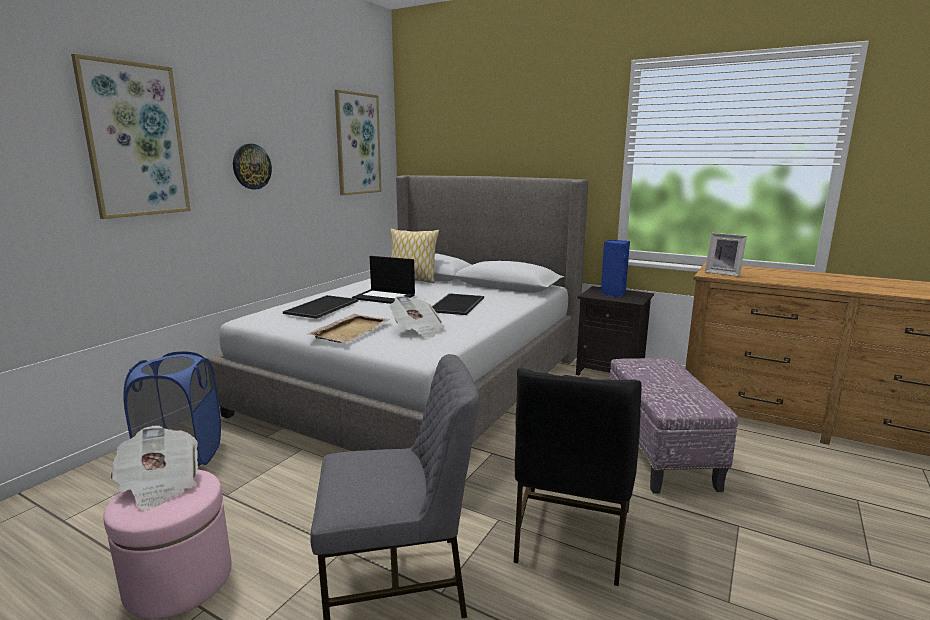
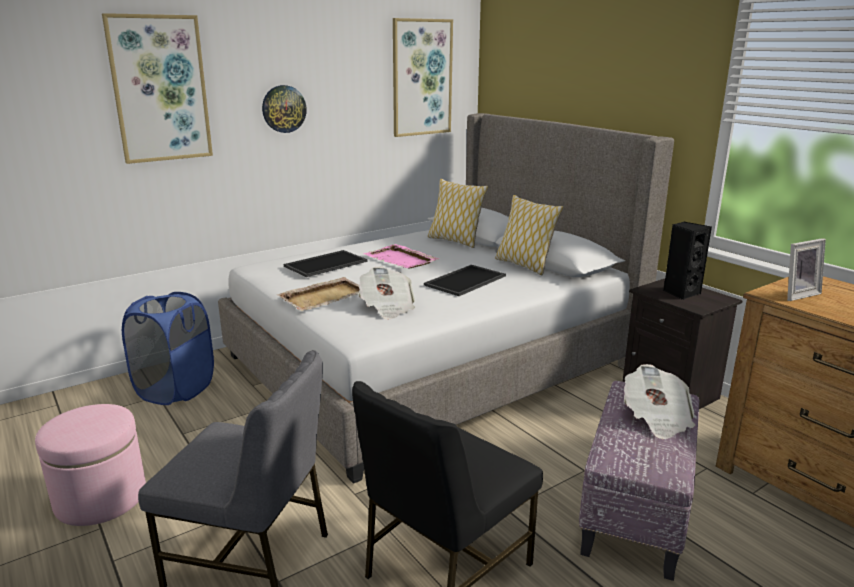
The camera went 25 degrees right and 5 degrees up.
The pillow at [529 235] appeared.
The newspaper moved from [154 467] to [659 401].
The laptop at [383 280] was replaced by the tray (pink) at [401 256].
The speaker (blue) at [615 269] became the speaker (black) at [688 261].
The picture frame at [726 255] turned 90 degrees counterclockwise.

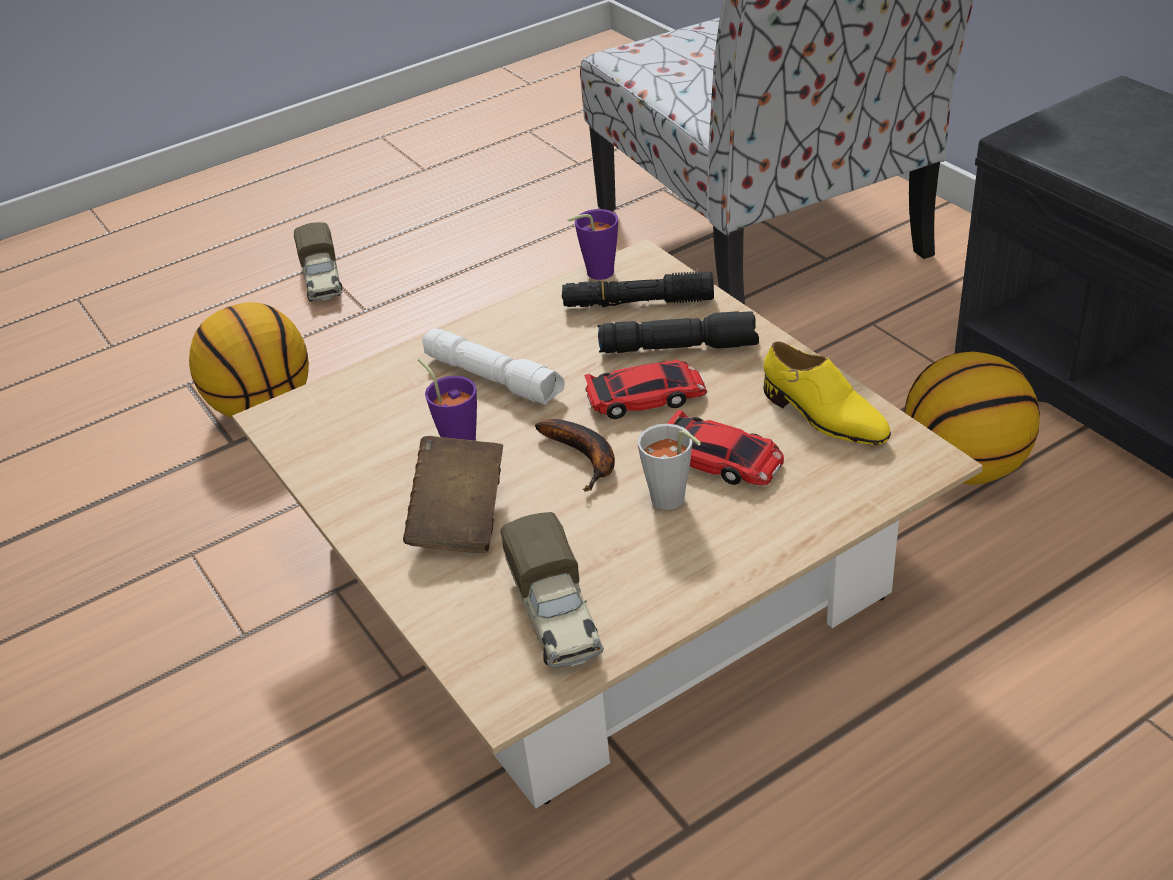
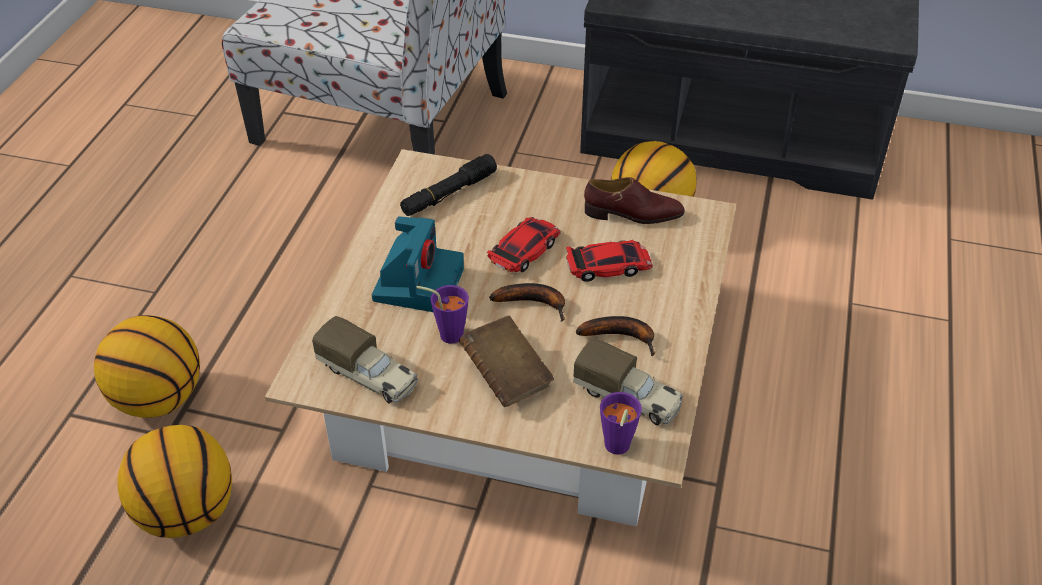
The camera went 45 degrees left and 5 degrees up.
The flashlight (black) at [678 332] disappeared.
The cup (grey) at [669 467] disappeared.
The basketball at [174 481] appeared.
The banana at [616 336] appeared.
The toy truck moved from [318 261] to [365 360].
The cup (purple) moved from [593 244] to [621 423].
The flashlight (white) at [493 366] was replaced by the photo camera at [418 264].
The shoe (yellow) at [827 393] became the shoe (brown) at [634 200].

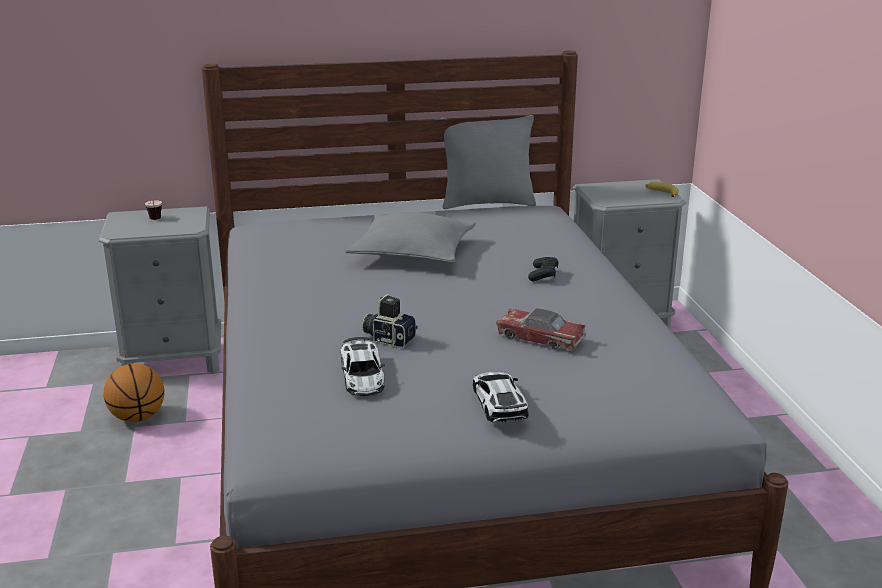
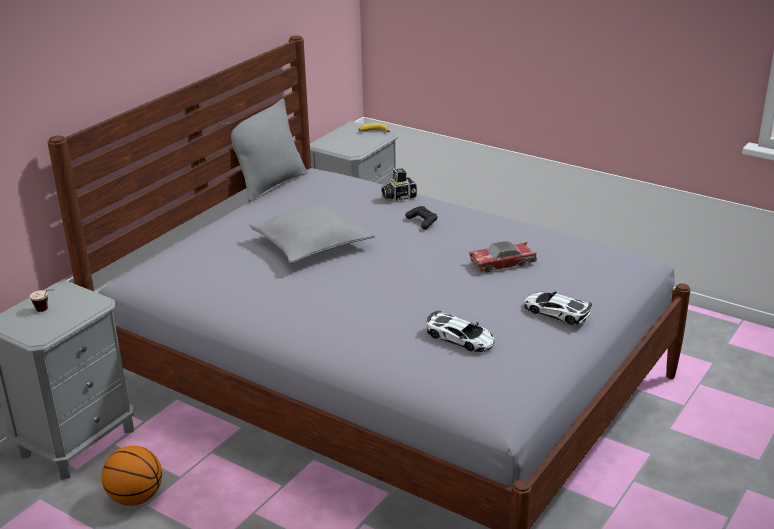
The camera went 45 degrees left and 5 degrees up.
The photo camera moved from [390 321] to [399 185].

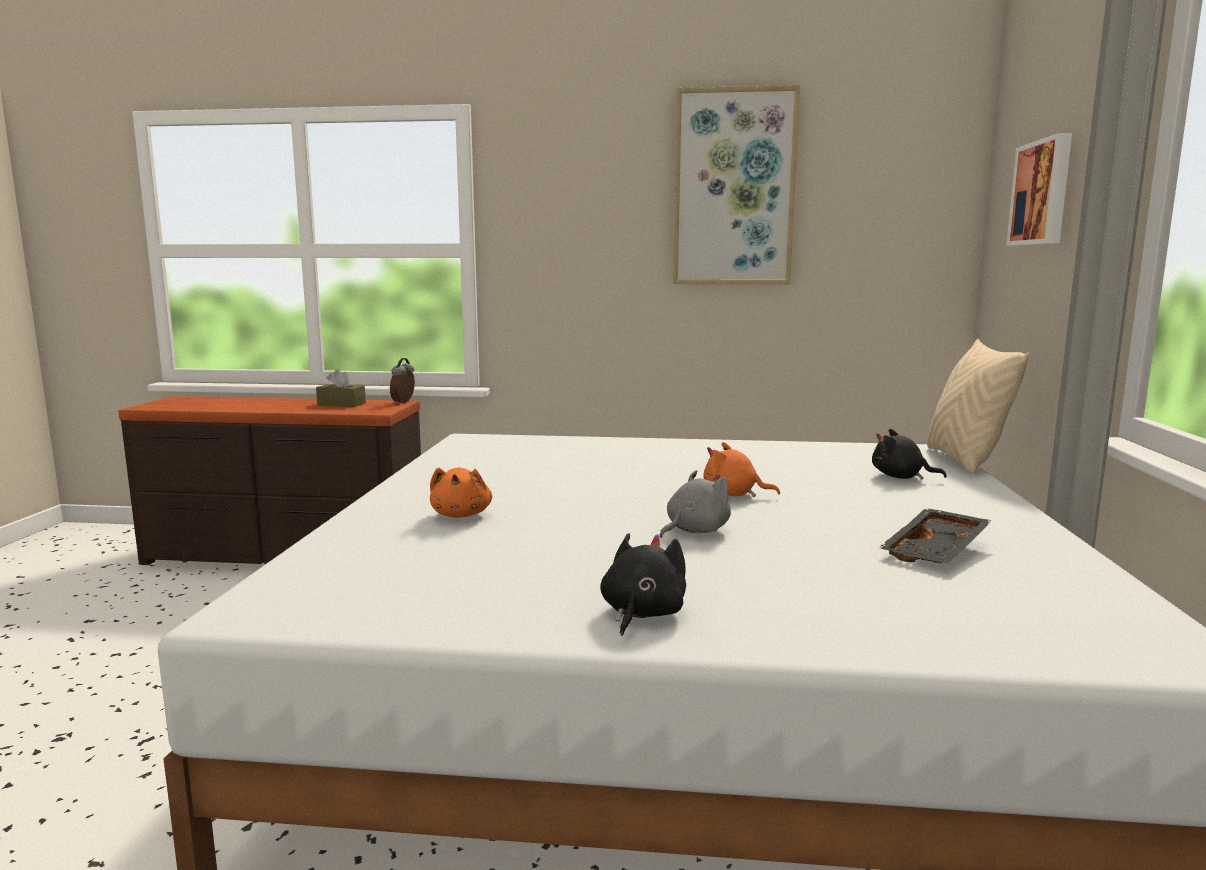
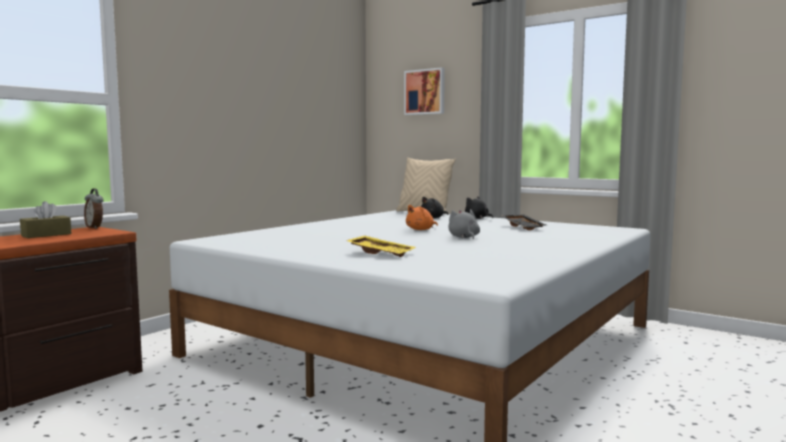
The camera went 60 degrees left and 5 degrees down.
The picture at [736 184] disappeared.
The plush toy (black) moved from [643 584] to [479 208].
The plush toy (orange) at [461 492] was replaced by the tray (yellow) at [381 246].

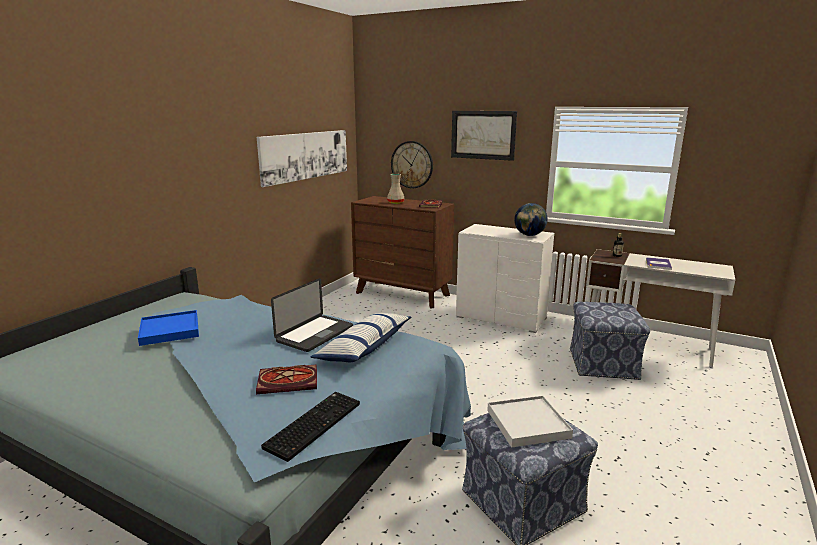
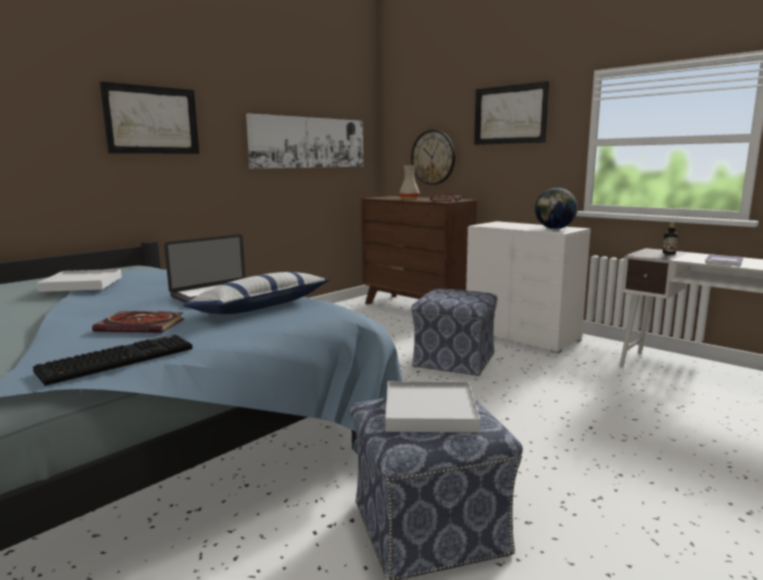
The camera went 15 degrees right and 5 degrees down.
The picture at [149 117] appeared.
The ottoman moved from [610 341] to [454 332].
The tray (blue) at [168 328] became the tray (white) at [79 280].

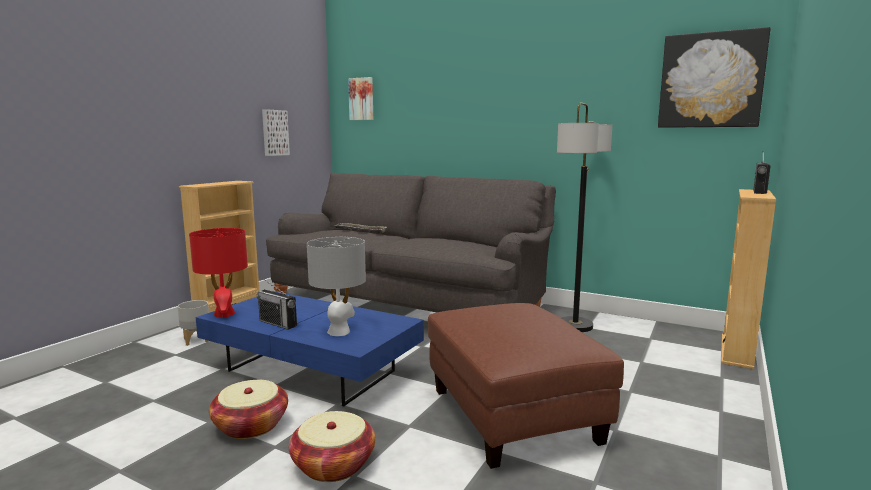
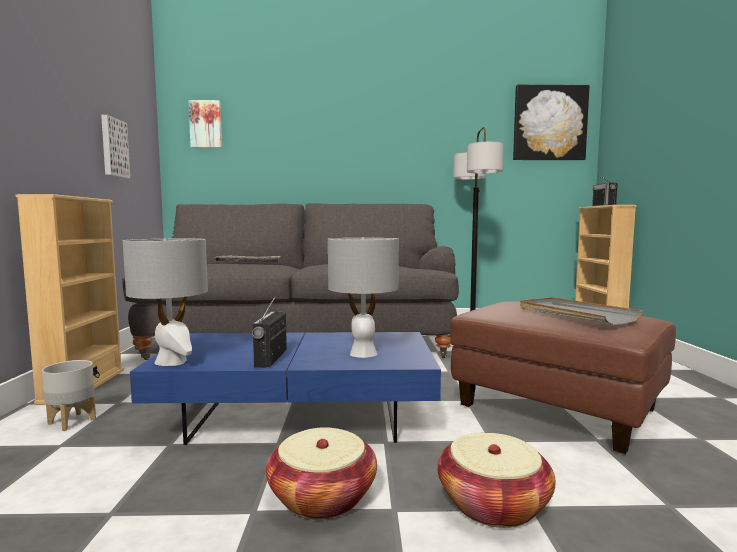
The camera went 30 degrees left and 5 degrees down.
The tray (grey) at [582 311] appeared.
The table lamp (red) at [218 273] became the table lamp (grey) at [165 302].
The radio at [276 304] turned 90 degrees clockwise.

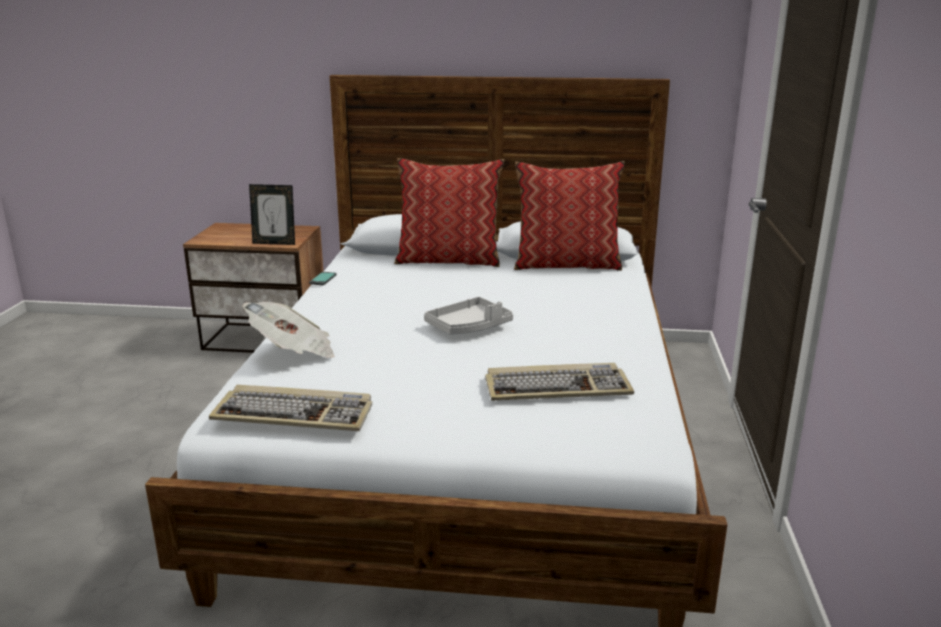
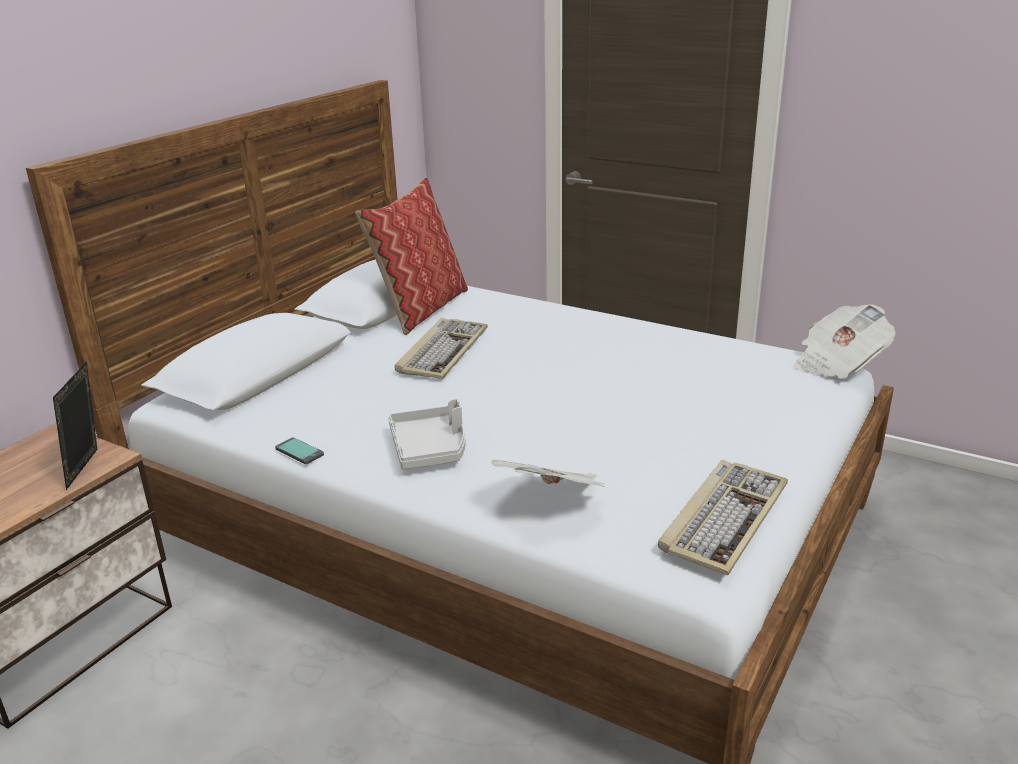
The camera went 65 degrees left and 5 degrees up.
The pillow at [449 212] disappeared.
The newspaper at [844 341] appeared.
The tray (grey) moved from [468 315] to [427 434].
The keyboard moved from [559 382] to [441 348].
The picture frame at [272 214] turned 150 degrees clockwise.

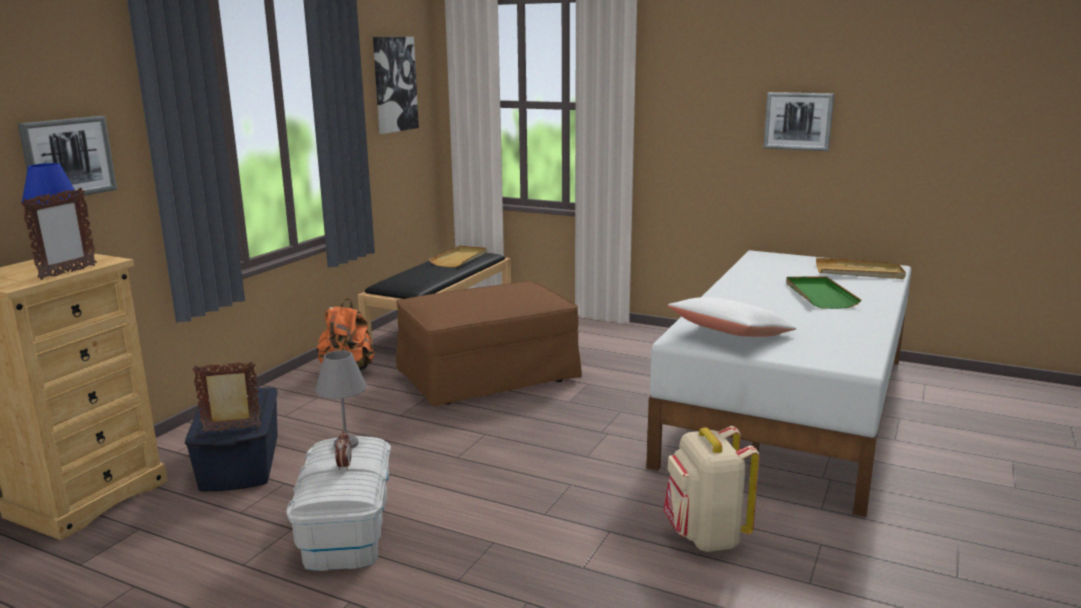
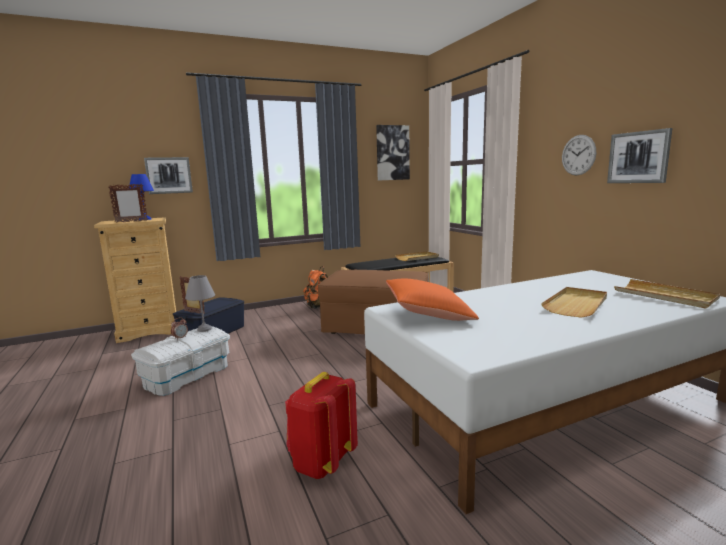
The camera went 40 degrees right and 5 degrees down.
The wall clock at [579 155] appeared.
The backpack (beige) at [711 489] became the backpack (red) at [321 425].
The pillow (white) at [732 317] became the pillow (orange) at [432 300].
The tray (green) at [823 292] became the tray (beige) at [574 302].

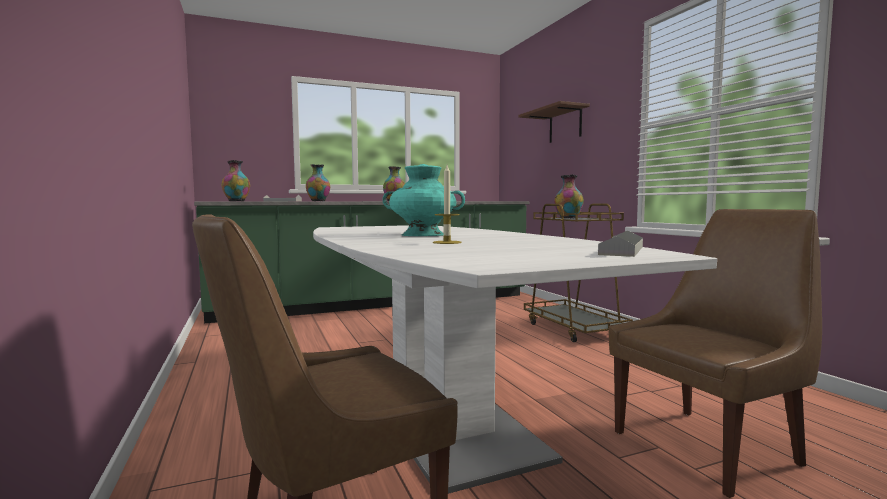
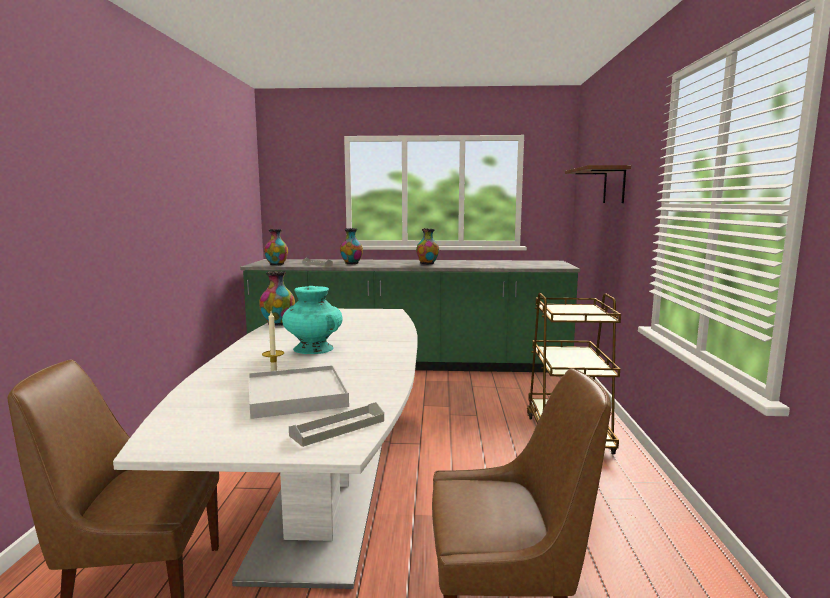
The camera went 25 degrees right and 5 degrees up.
The tray (white) at [298 392] appeared.
The vase moved from [569 196] to [277 298].

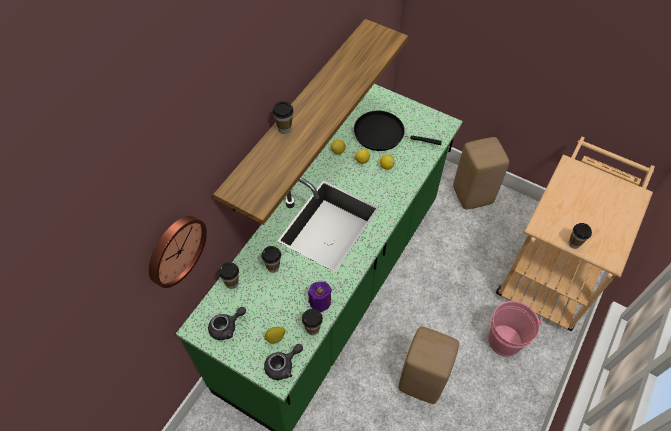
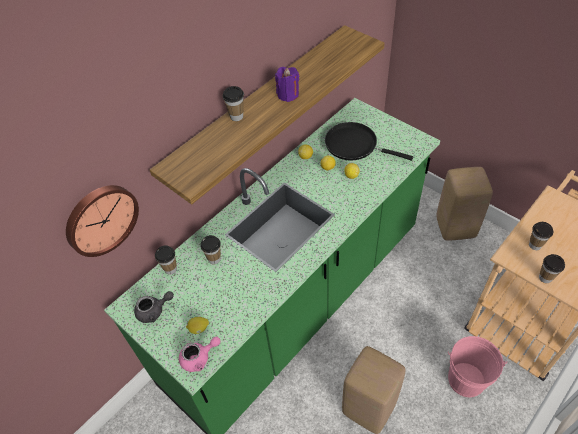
The camera went 15 degrees right and 5 degrees down.
The cup moved from [312 322] to [541 236].
The candle (purple) moved from [320 297] to [287 84].
The teapot (grey) at [283 362] became the teapot (pink) at [200 354].

